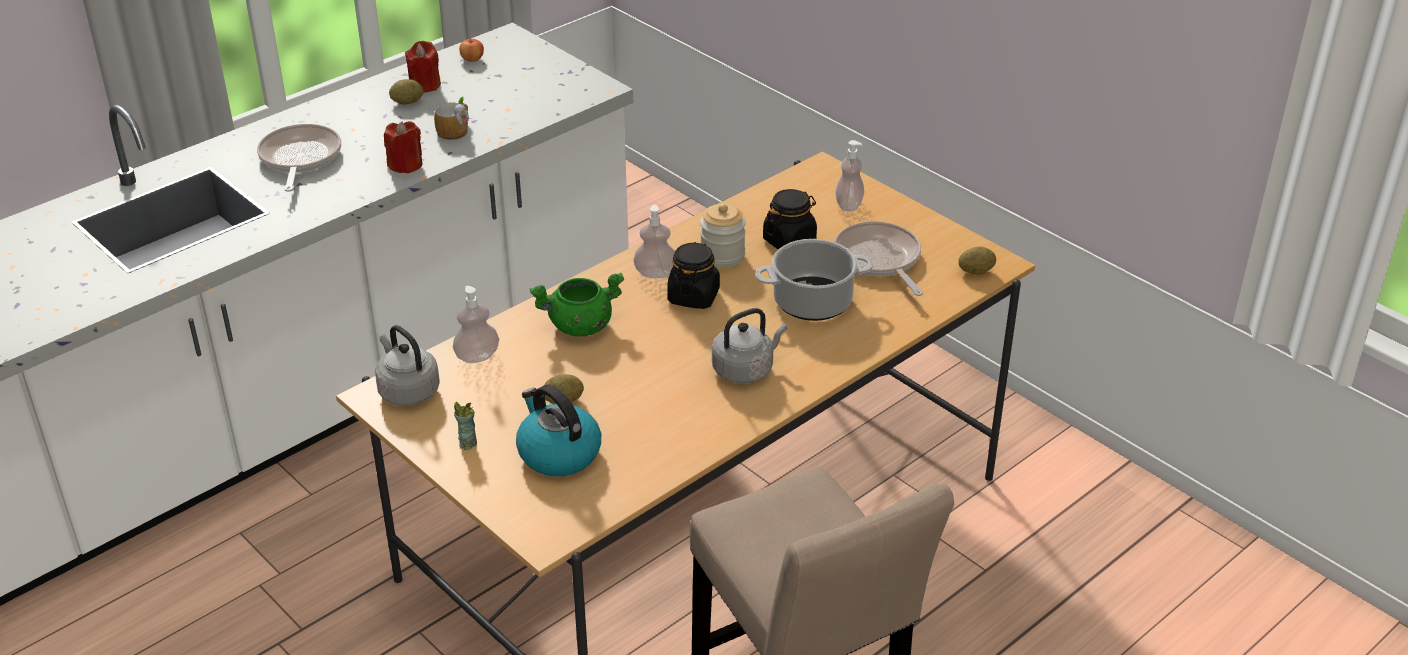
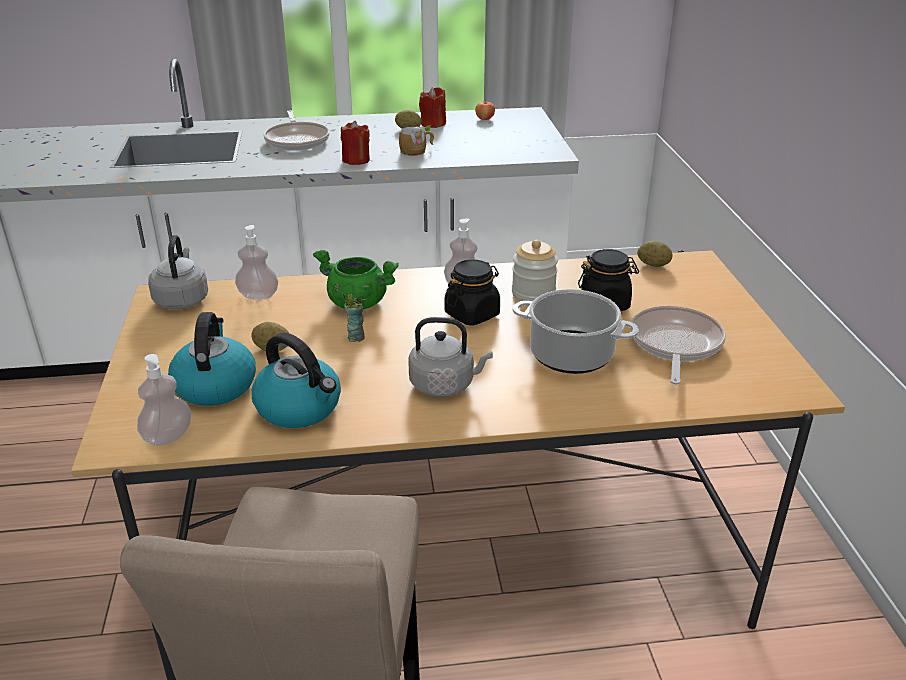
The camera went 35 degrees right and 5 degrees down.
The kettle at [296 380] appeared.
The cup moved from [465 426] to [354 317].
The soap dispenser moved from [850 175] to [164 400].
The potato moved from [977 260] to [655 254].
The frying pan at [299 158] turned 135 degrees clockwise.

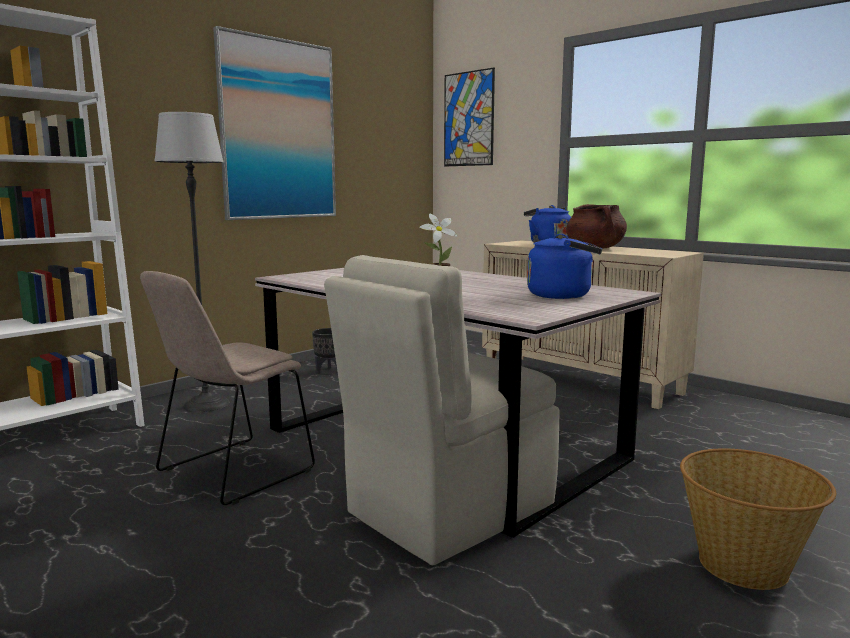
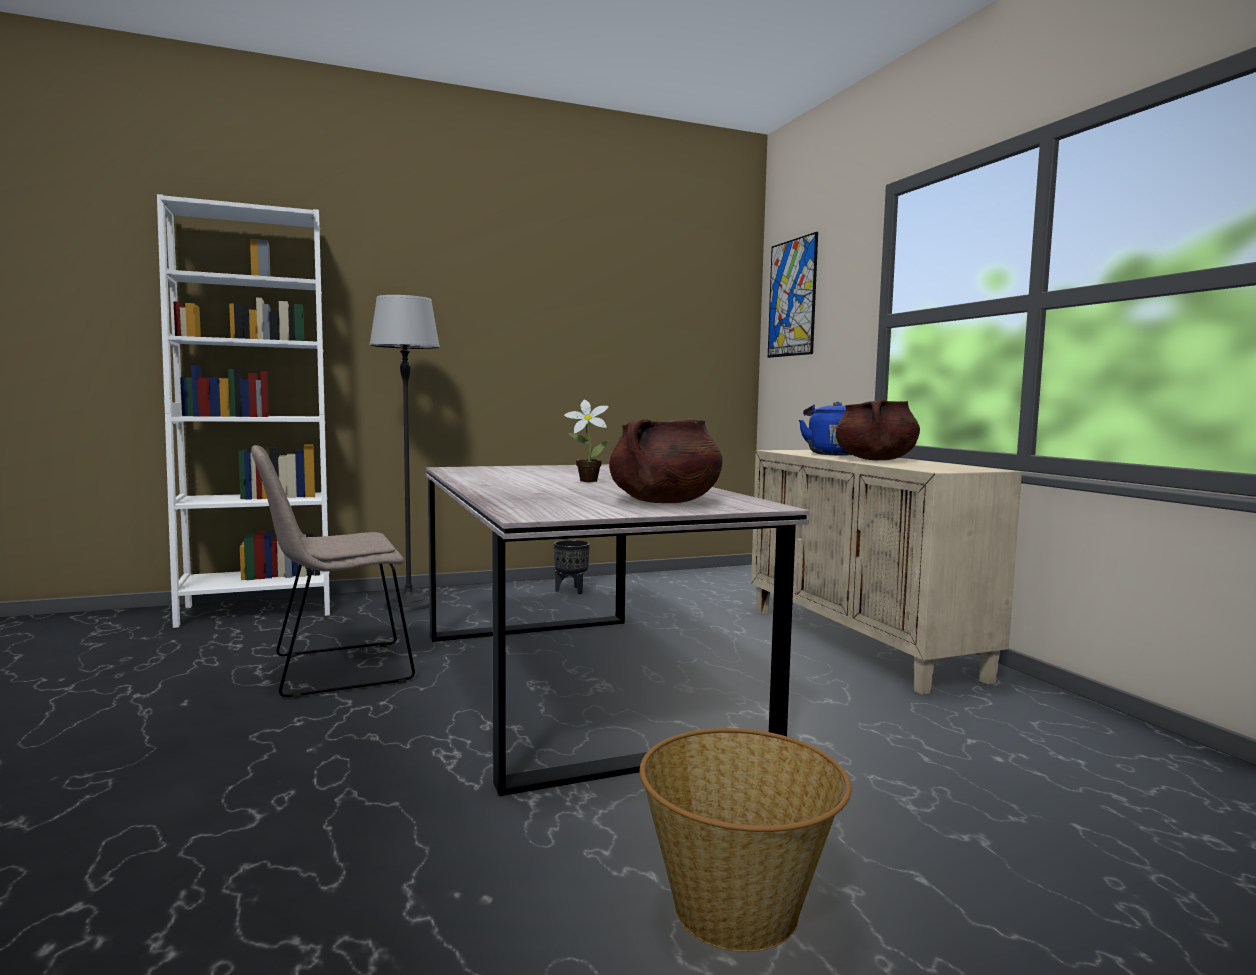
The camera went 25 degrees right and 5 degrees down.
The picture at [274 123] disappeared.
The chair (beige) at [441 410] disappeared.
The kettle (blue) at [564 266] was replaced by the cooking pot (brown) at [665 460].

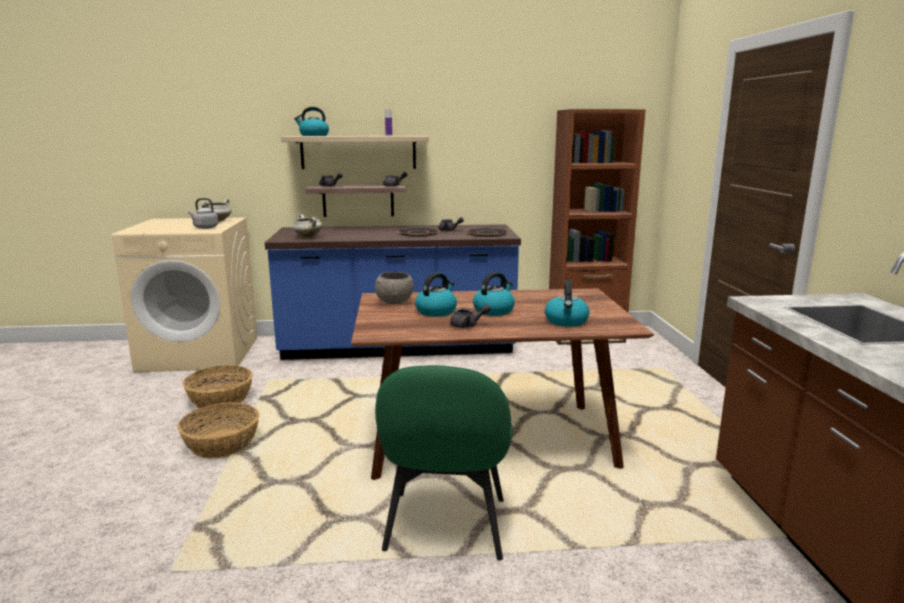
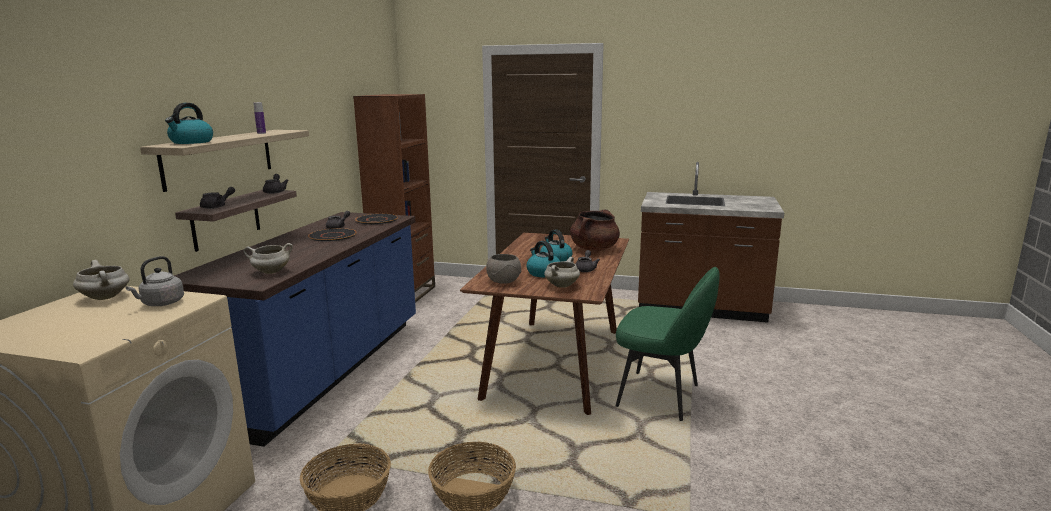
The camera went 70 degrees left and 0 degrees up.
The cooking pot (white) at [562 272] appeared.
The kettle at [567 303] was replaced by the cooking pot (brown) at [595 230].

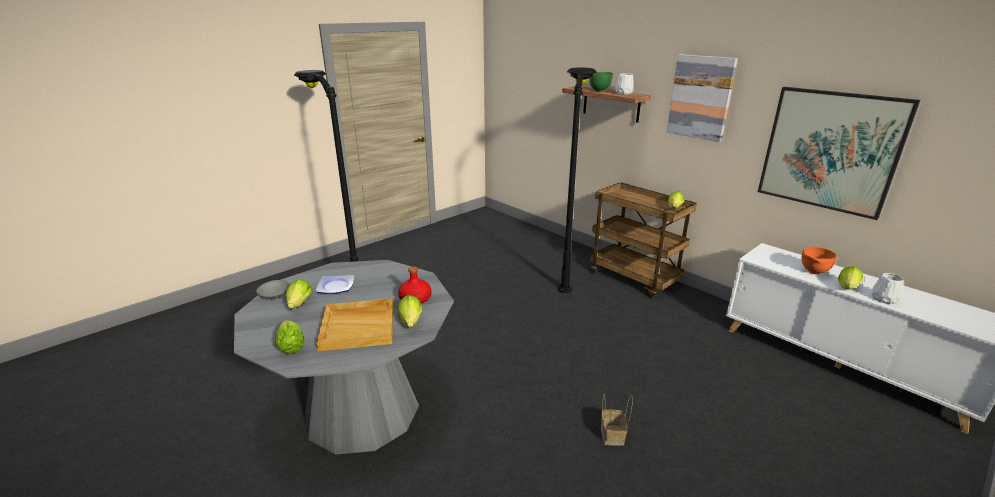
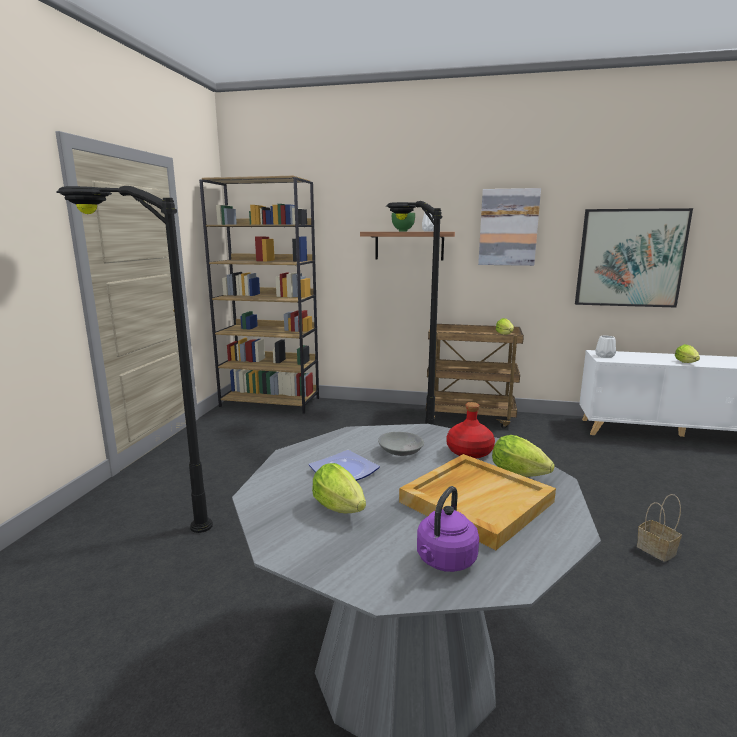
The camera went 35 degrees left and 10 degrees down.
The bowl (orange) at [819 260] disappeared.
The bookcase (brown) at [259 295] appeared.
The bowl (grey) moved from [273 289] to [401 444].
The vase (white) moved from [888 288] to [605 347].
The lettuce at [290 337] was replaced by the kettle (purple) at [448 529].

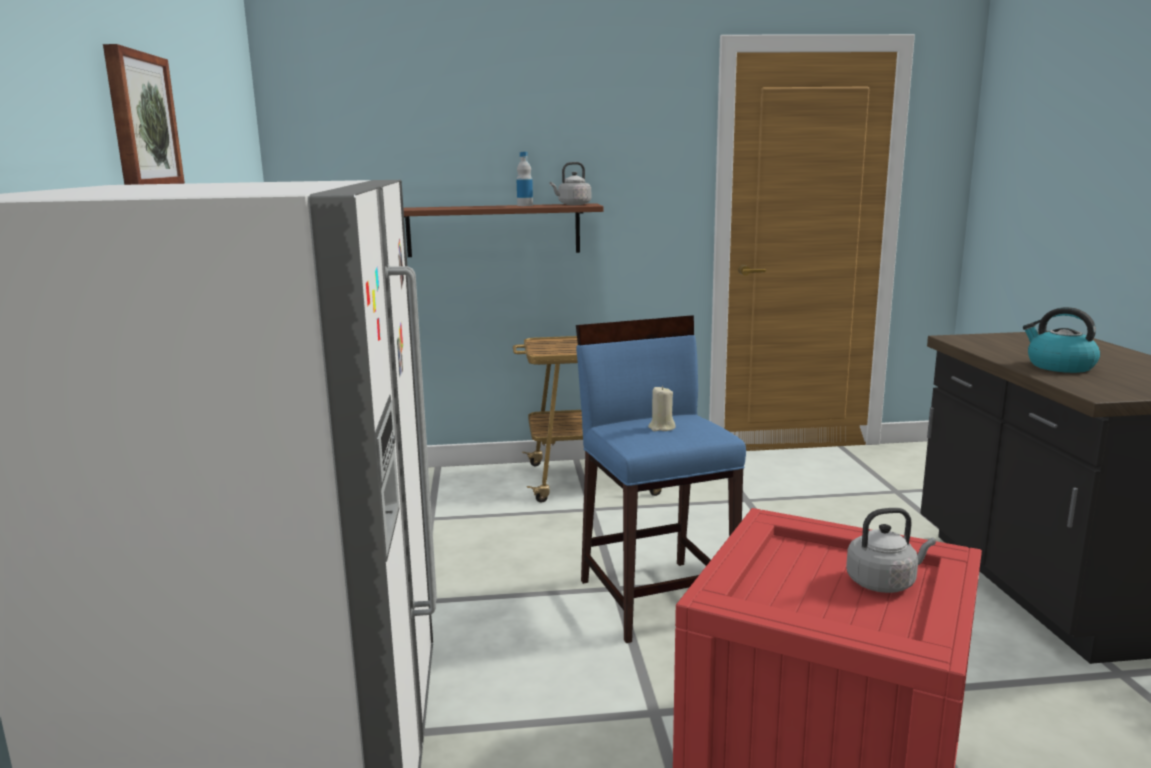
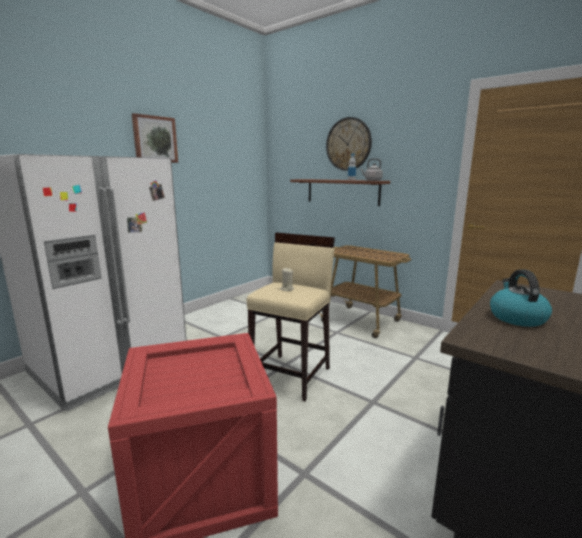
The camera went 45 degrees right and 0 degrees up.
The kettle (grey) at [891 550] disappeared.
The wall clock at [349 144] appeared.
The stool (blue) at [661 479] became the stool (beige) at [291 316].

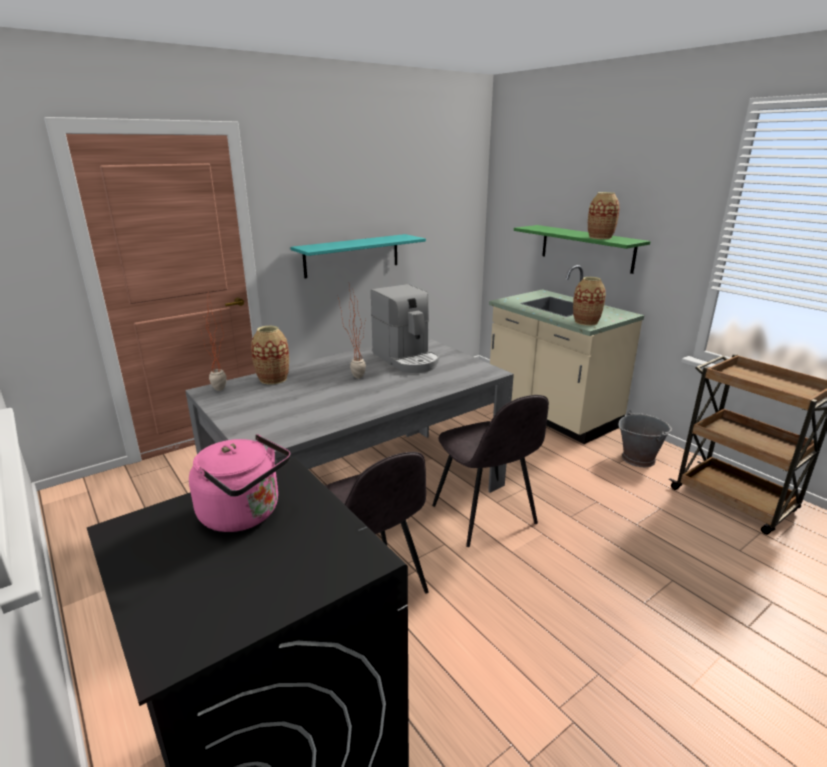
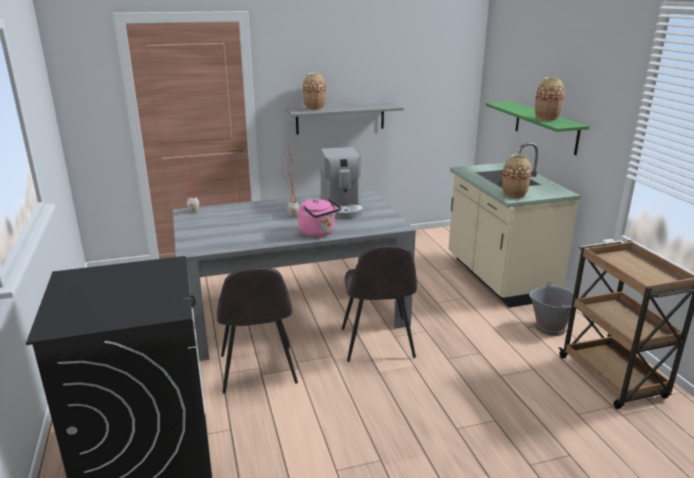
The camera went 20 degrees right and 0 degrees up.
The kettle (pink) moved from [240 483] to [319 217].
The vase moved from [270 355] to [314 91].
The shelf (turquoise) at [358 256] became the shelf (grey) at [345 118].

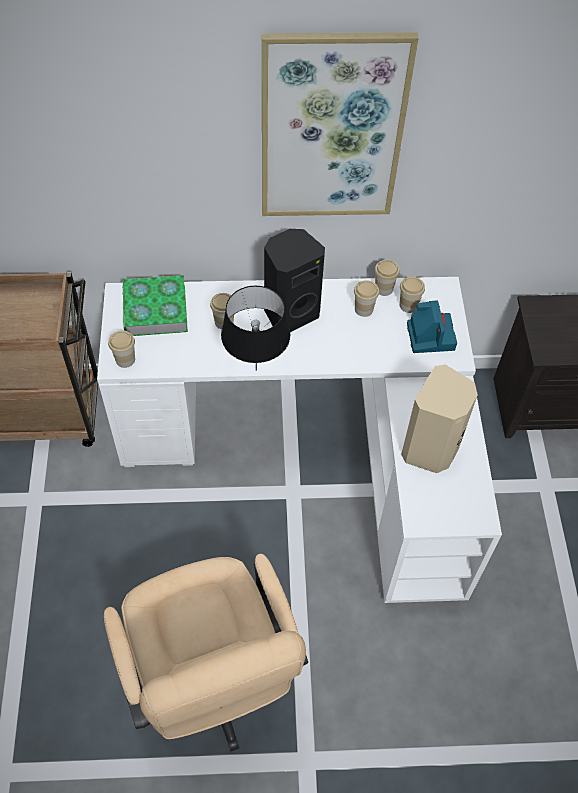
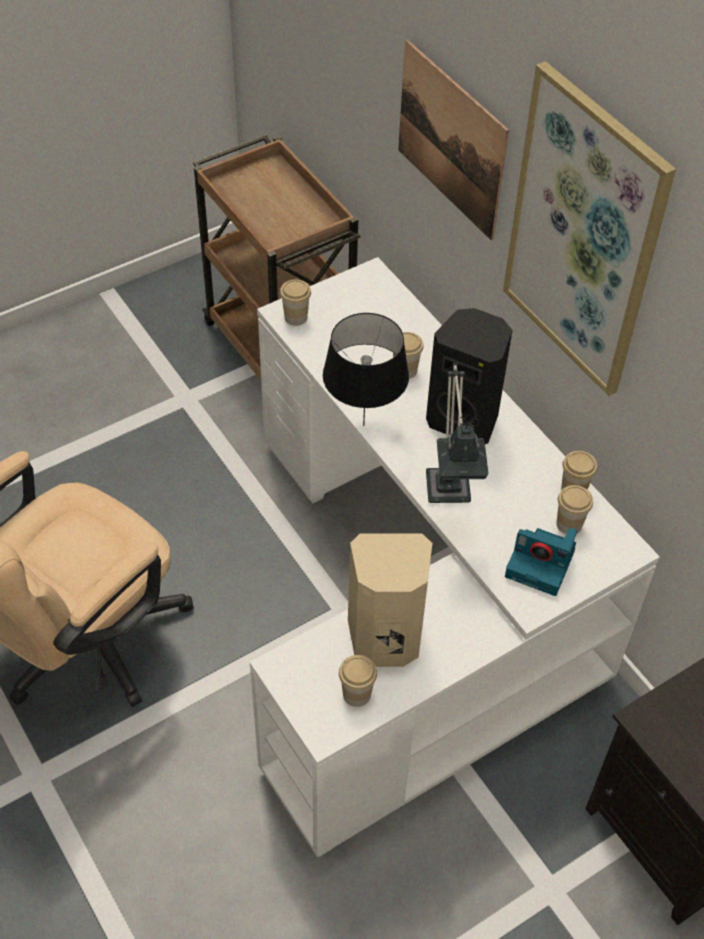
The camera went 60 degrees right and 5 degrees down.
The book at [155 305] disappeared.
The picture at [453 140] appeared.
The table lamp at [457 433] appeared.
The cup moved from [366 298] to [358 681].
The photo camera at [432 326] turned 60 degrees clockwise.

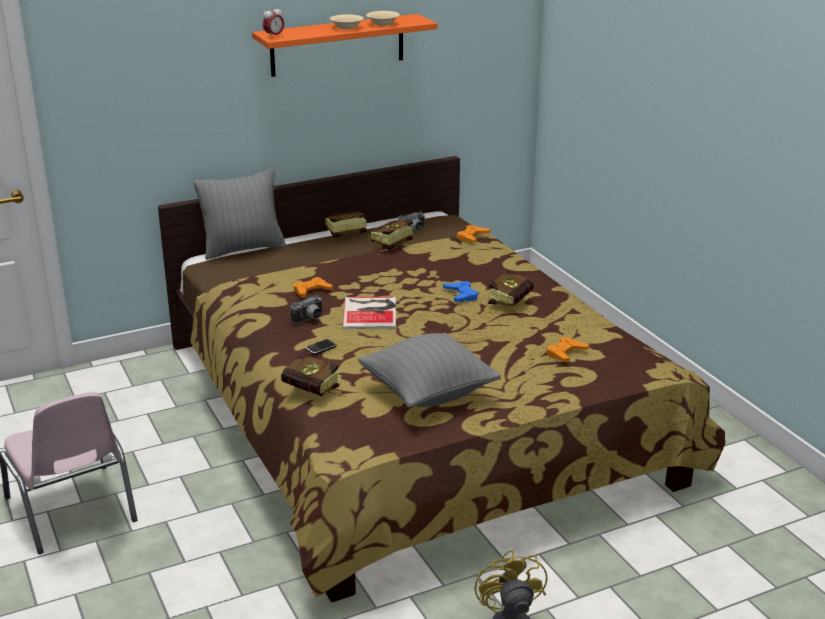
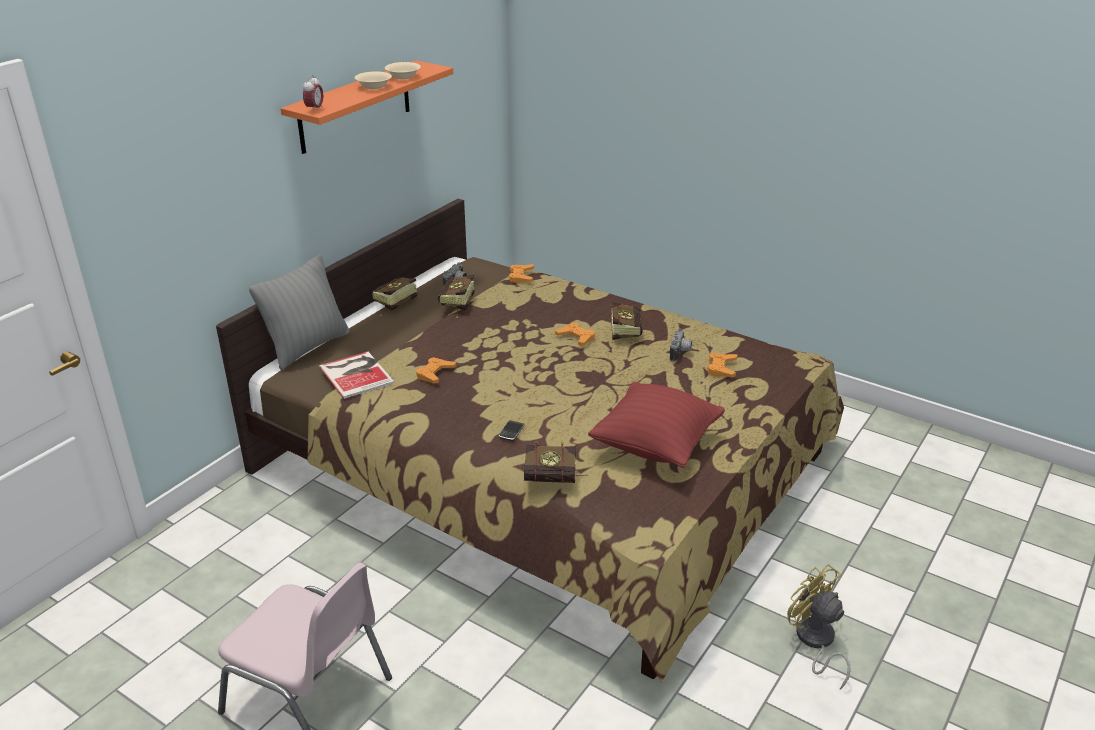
The camera went 30 degrees left and 5 degrees up.
The photo camera moved from [306 309] to [681 345].
The book moved from [369 313] to [356 375].
The pillow (grey) at [429 370] became the pillow (red) at [656 425].
The game controller (blue) at [460 291] became the game controller (orange) at [575 334].

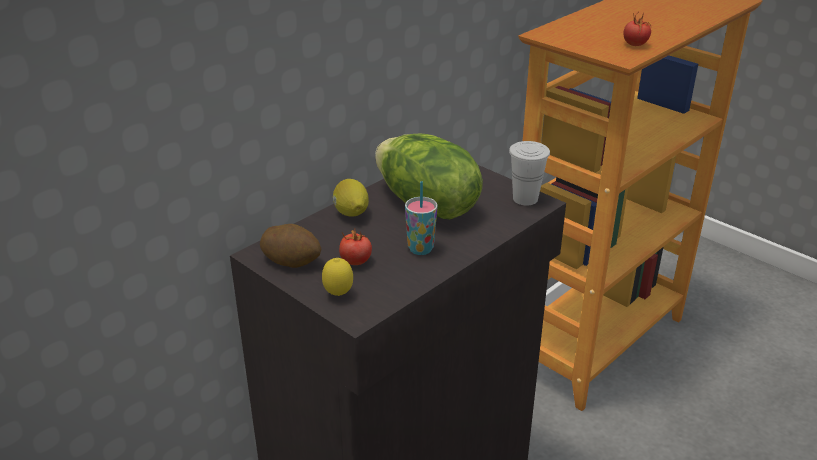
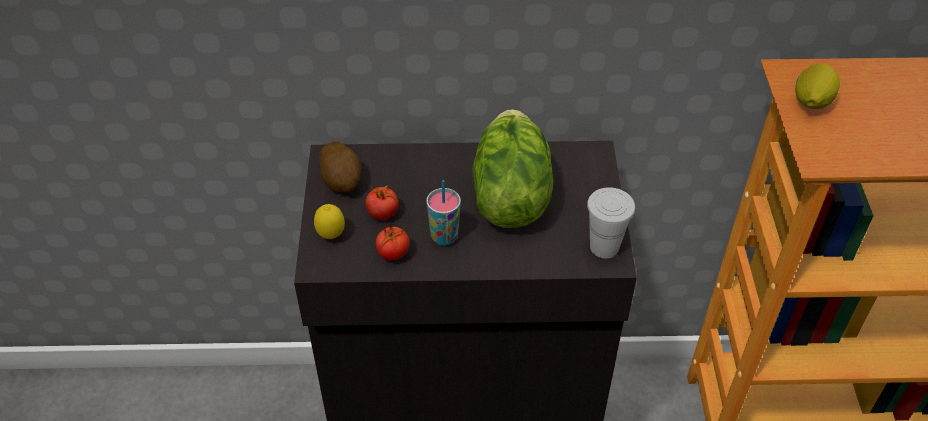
The camera went 45 degrees right and 15 degrees up.
The lemon moved from [351 198] to [817 86].
The tomato moved from [637 29] to [392 241].

